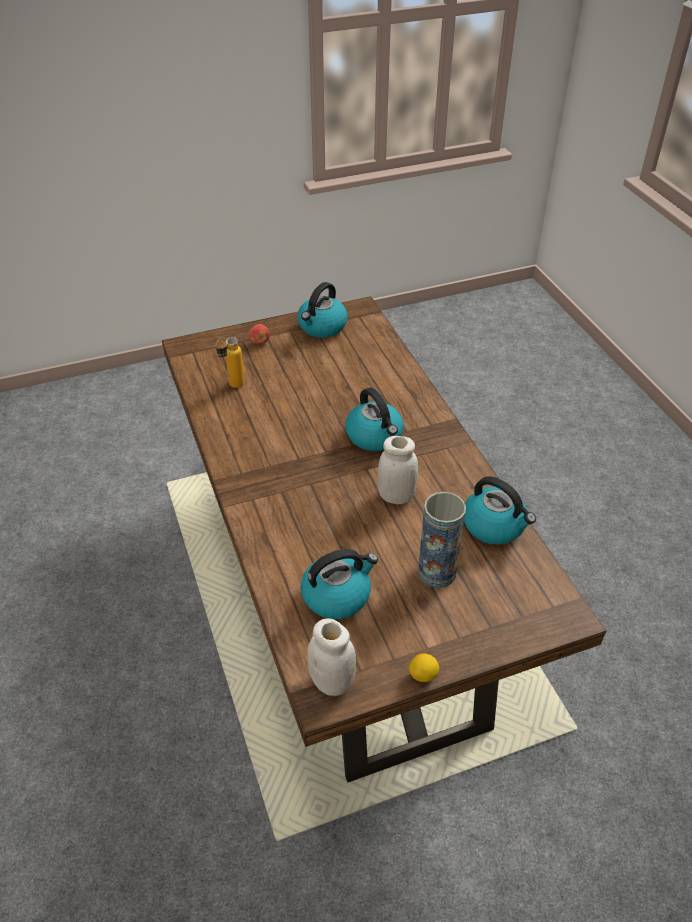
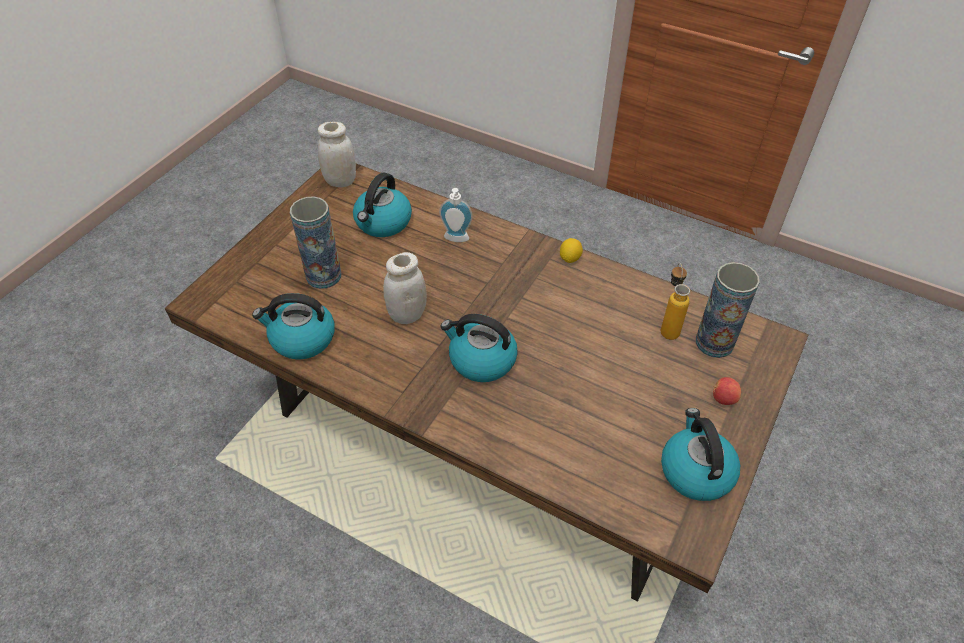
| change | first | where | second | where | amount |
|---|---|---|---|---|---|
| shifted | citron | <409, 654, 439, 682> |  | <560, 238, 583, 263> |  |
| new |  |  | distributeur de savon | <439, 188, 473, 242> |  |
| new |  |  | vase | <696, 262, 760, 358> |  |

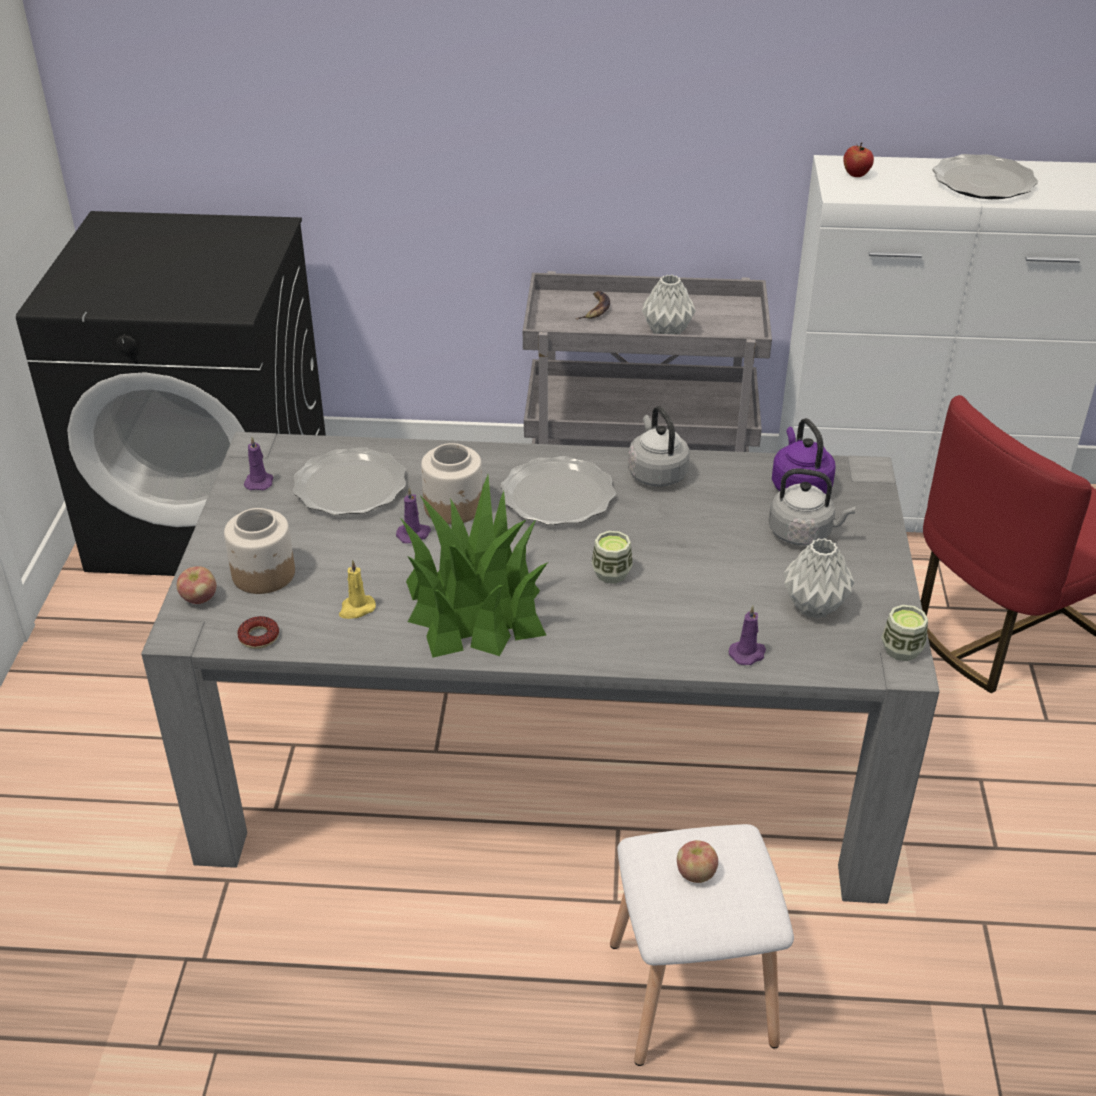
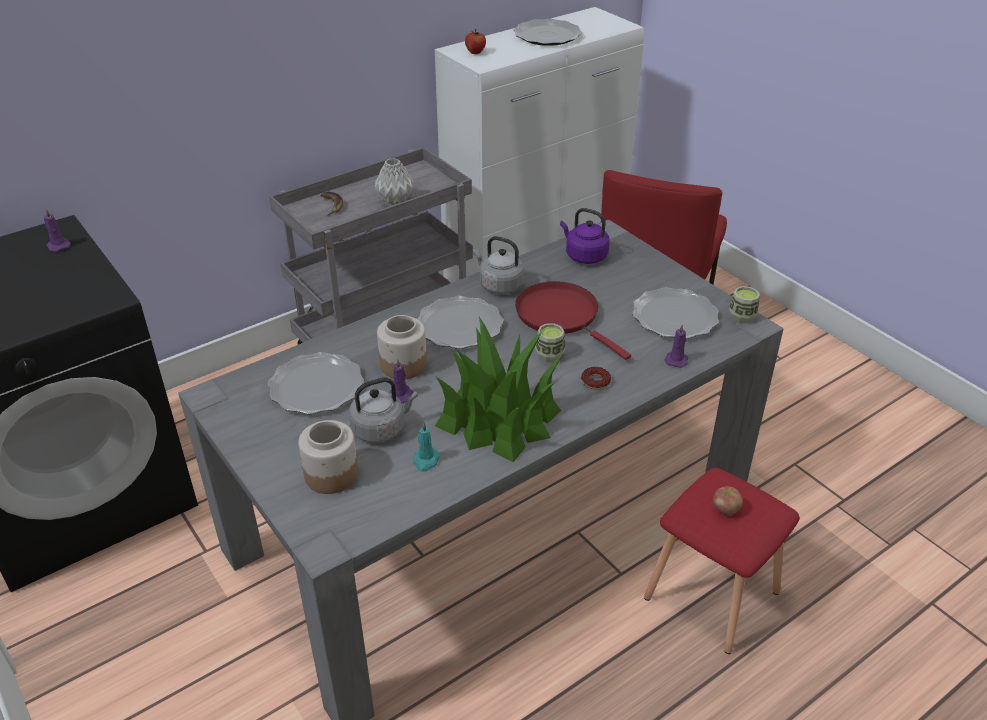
| change | first | where | second | where | amount |
|---|---|---|---|---|---|
| gone | pomme | <177, 566, 216, 604> |  |  |  |
| shifted | beignet | <237, 616, 279, 649> |  | <581, 367, 611, 390> |  |
| shifted | bougie (violet) | <244, 437, 273, 490> |  | <44, 209, 71, 252> |  |
| repainted | bougie (jaune) | <339, 559, 376, 619> | bougie (turquoise) | <413, 423, 440, 472> |  |
| repainted | tabouret (blanc) | <610, 824, 794, 1066> | tabouret (rouge) | <644, 468, 800, 654> |  |
| shifted | bouilloire (gris) | <769, 468, 855, 546> |  | <349, 378, 418, 442> |  |
| swapped | vase (gris) | <784, 538, 854, 619> | assiette | <632, 287, 719, 339> |  |
| new |  |  | poêle (rouge) | <515, 281, 631, 360> |  |

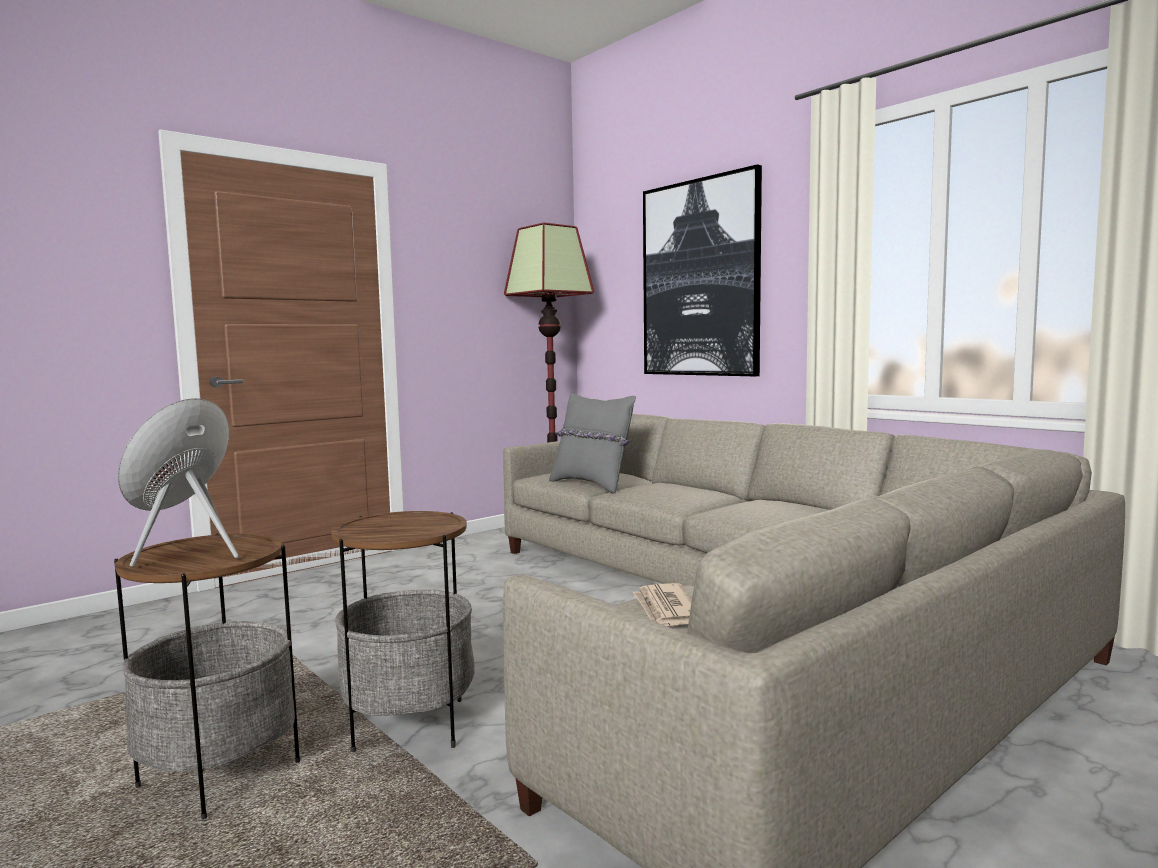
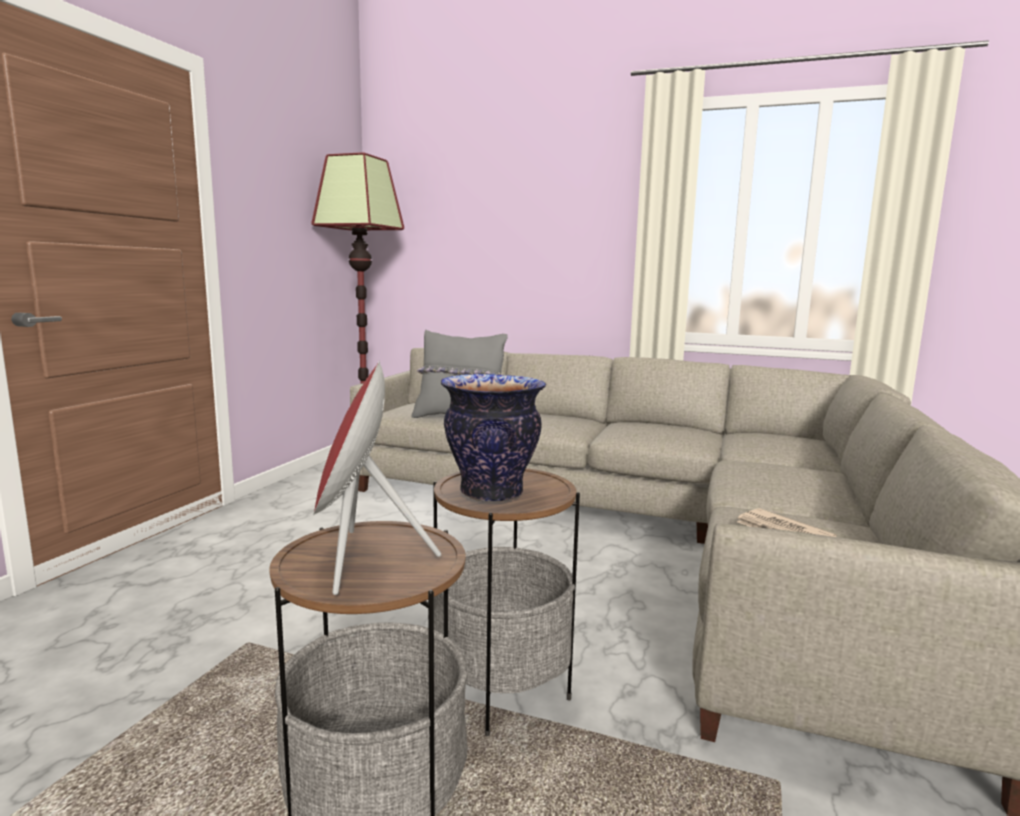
| change | first | where | second | where | amount |
|---|---|---|---|---|---|
| gone | tableau | <643, 164, 762, 376> |  |  |  |
| new |  |  | vase | <441, 374, 546, 502> |  |

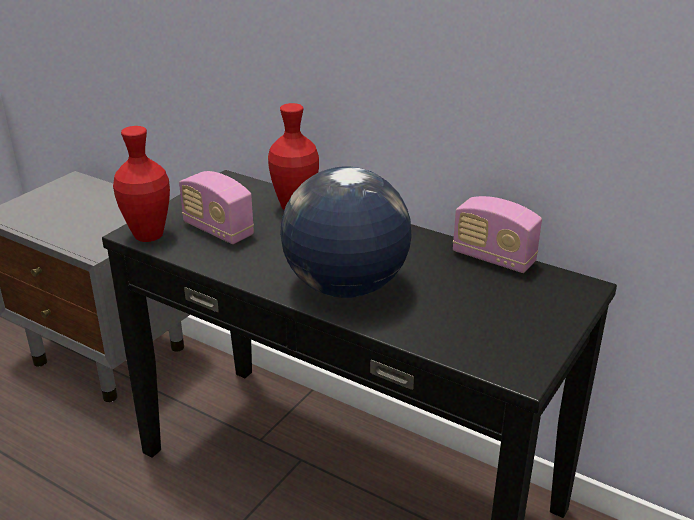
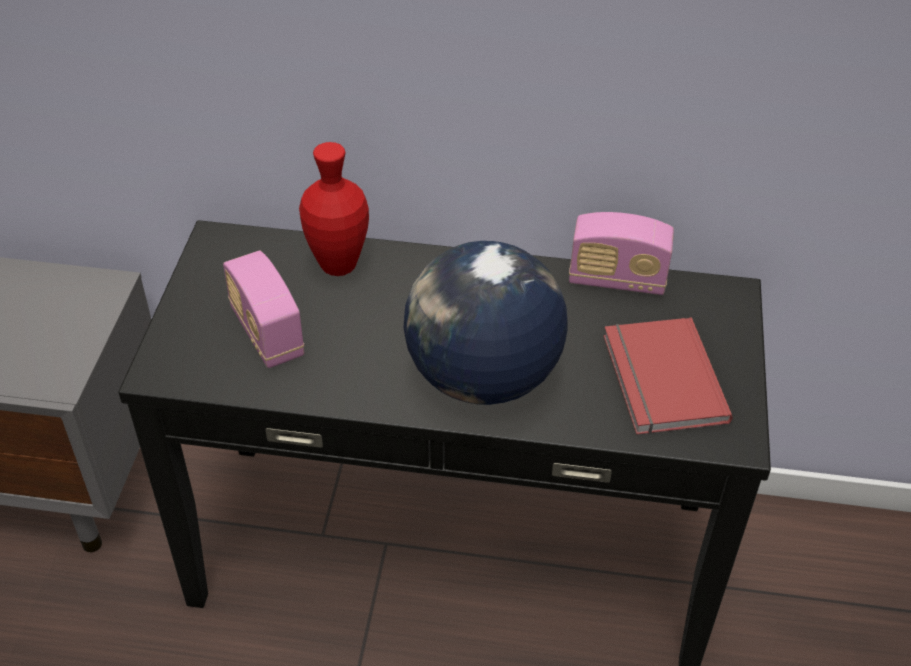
| change | first | where | second | where | amount |
|---|---|---|---|---|---|
| gone | vase (rouge) | <113, 126, 170, 242> |  |  |  |
| rotated | radio | <179, 171, 254, 244> |  | <223, 251, 304, 368> | 45 degrees clockwise |
| new |  |  | livre (rouge) | <603, 317, 733, 435> |  |

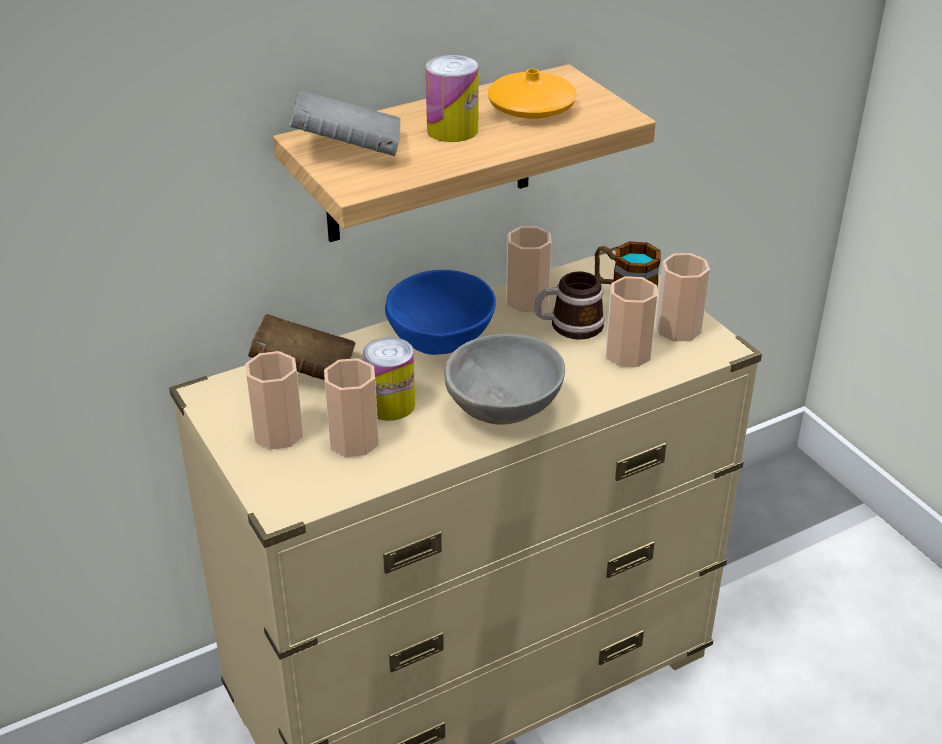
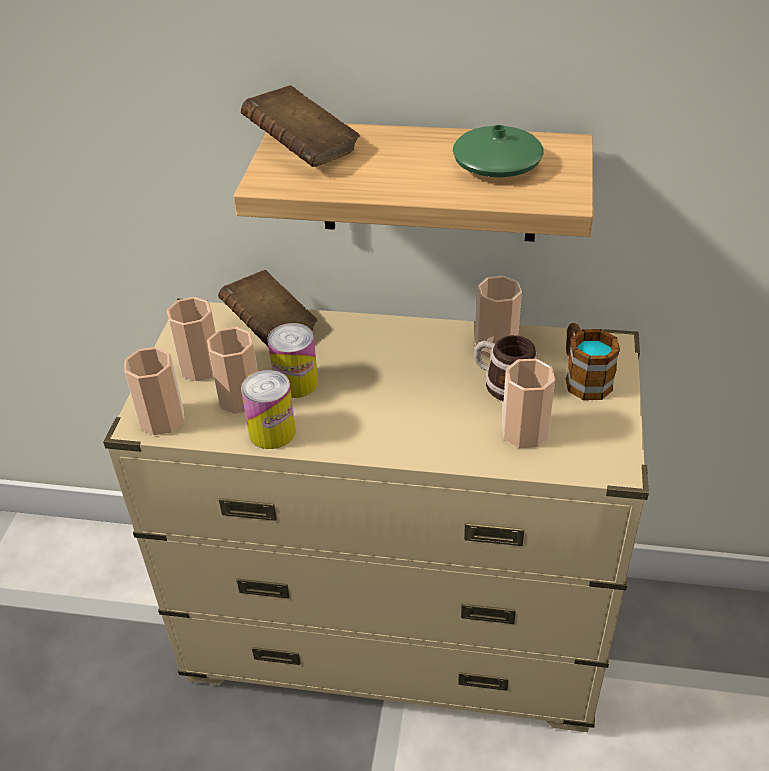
| change | first | where | second | where | amount |
|---|---|---|---|---|---|
| repainted | livre (gris) | <290, 90, 401, 156> | livre (marron) | <241, 85, 360, 167> |  |
| gone | bol (bleu) | <385, 270, 496, 355> |  |  |  |
| shifted | boîte métallique | <426, 55, 479, 142> |  | <241, 370, 296, 449> |  |
| gone | bol (gris) | <444, 334, 565, 425> |  |  |  |
| repainted | vase (orange) | <488, 69, 577, 119> | vase (vert) | <453, 125, 544, 177> |  |
| shifted | tasse | <656, 253, 710, 342> |  | <124, 347, 184, 435> |  |

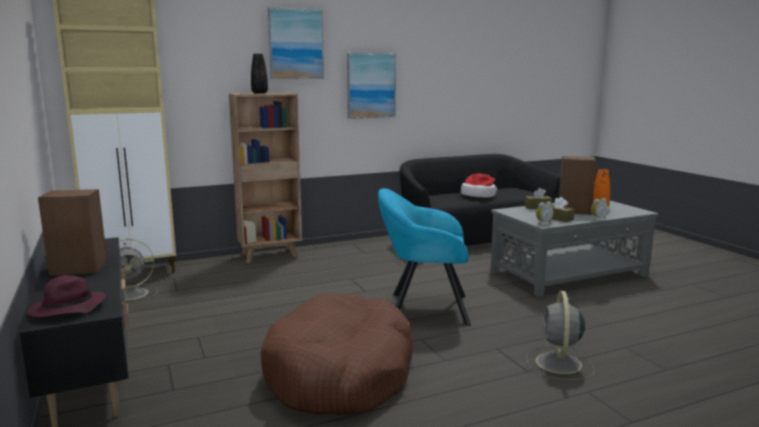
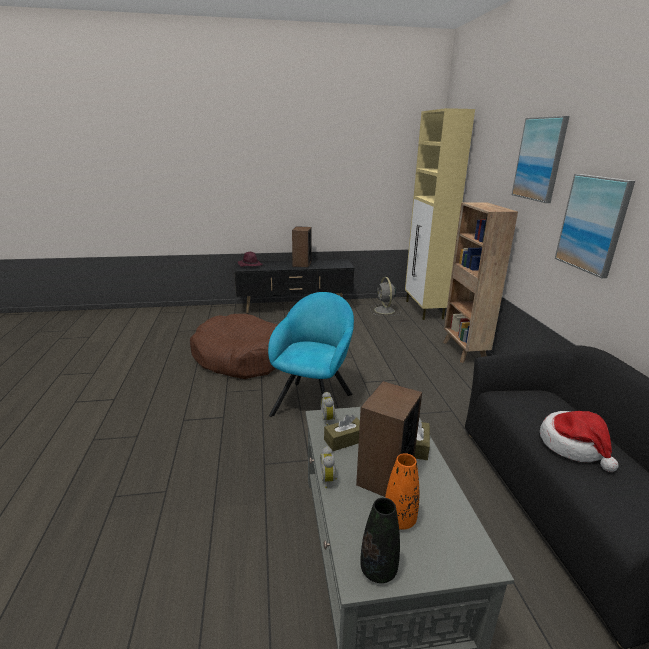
| change | first | where | second | where | amount |
|---|---|---|---|---|---|
| shifted | vase (noir) | <251, 54, 268, 93> |  | <360, 498, 400, 583> |  |
| gone | ventilateur (gris) | <526, 291, 595, 380> |  |  |  |

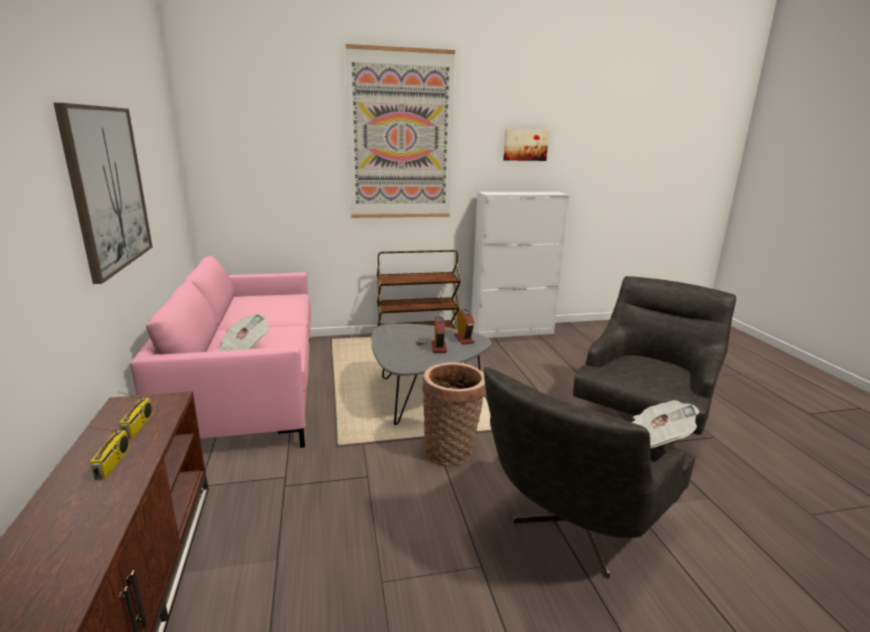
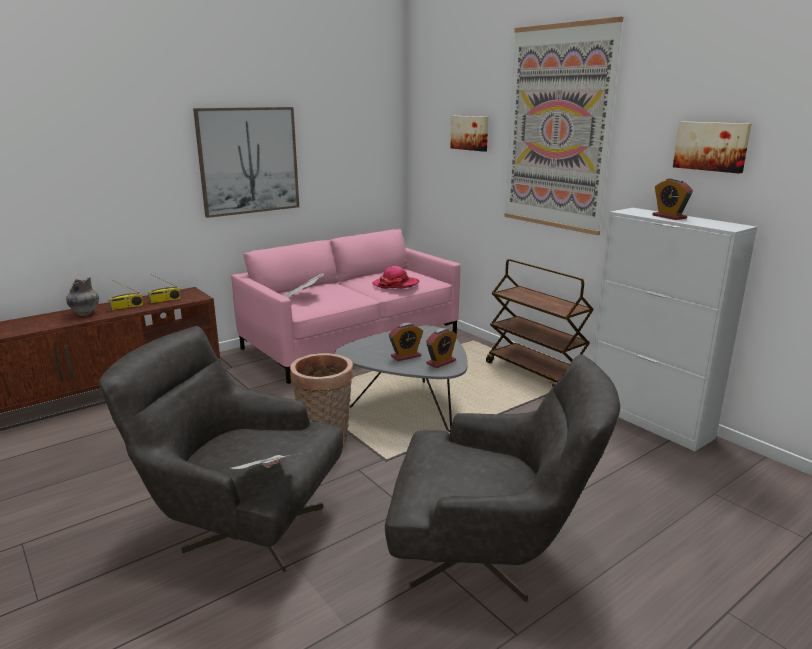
| change | first | where | second | where | amount |
|---|---|---|---|---|---|
| new |  |  | vase (gris) | <66, 277, 99, 316> |  |
| new |  |  | chapeau | <372, 266, 419, 289> |  |
| new |  |  | tableau | <451, 116, 488, 152> |  |
| new |  |  | réveil | <652, 178, 693, 220> |  |

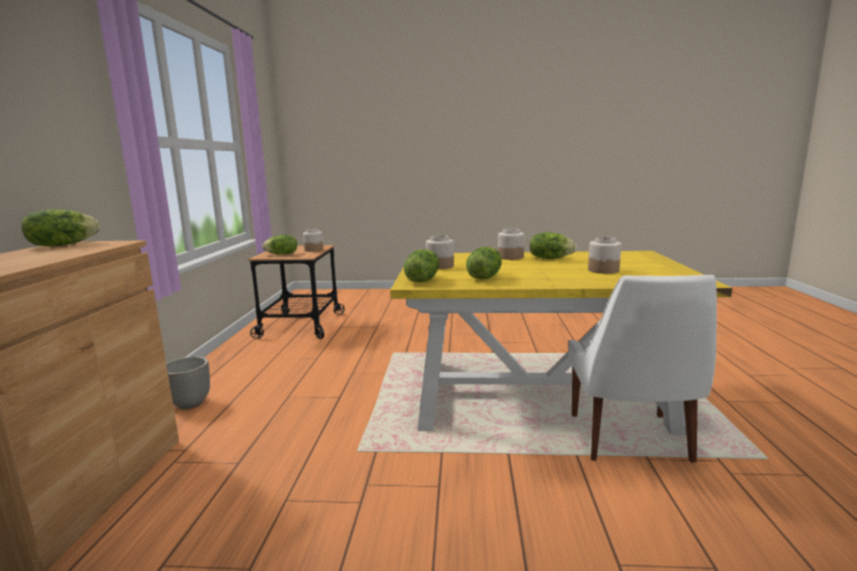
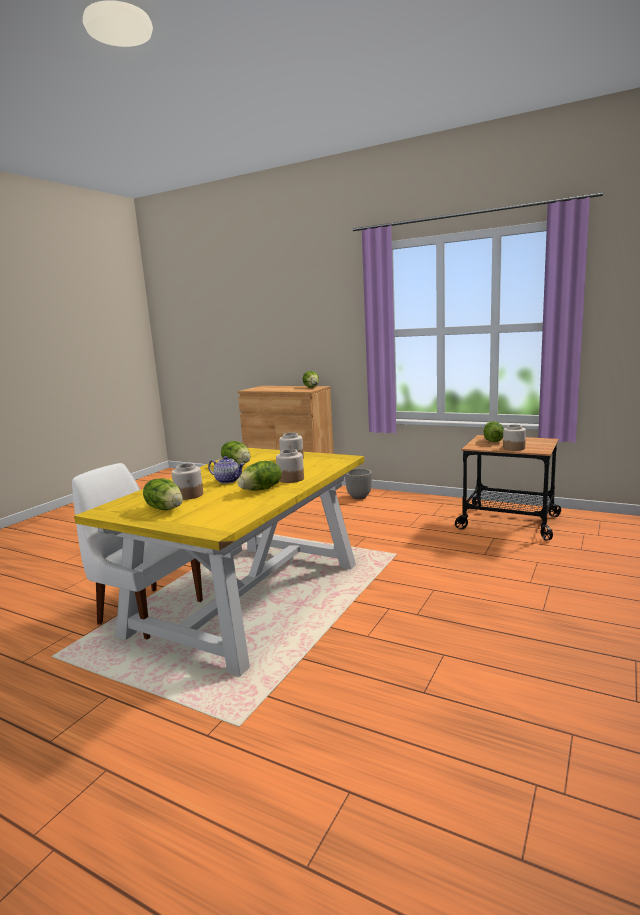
| change | first | where | second | where | amount |
|---|---|---|---|---|---|
| shifted | laitue | <404, 249, 439, 282> |  | <143, 478, 183, 510> |  |
| new |  |  | théière | <208, 456, 245, 484> |  |

